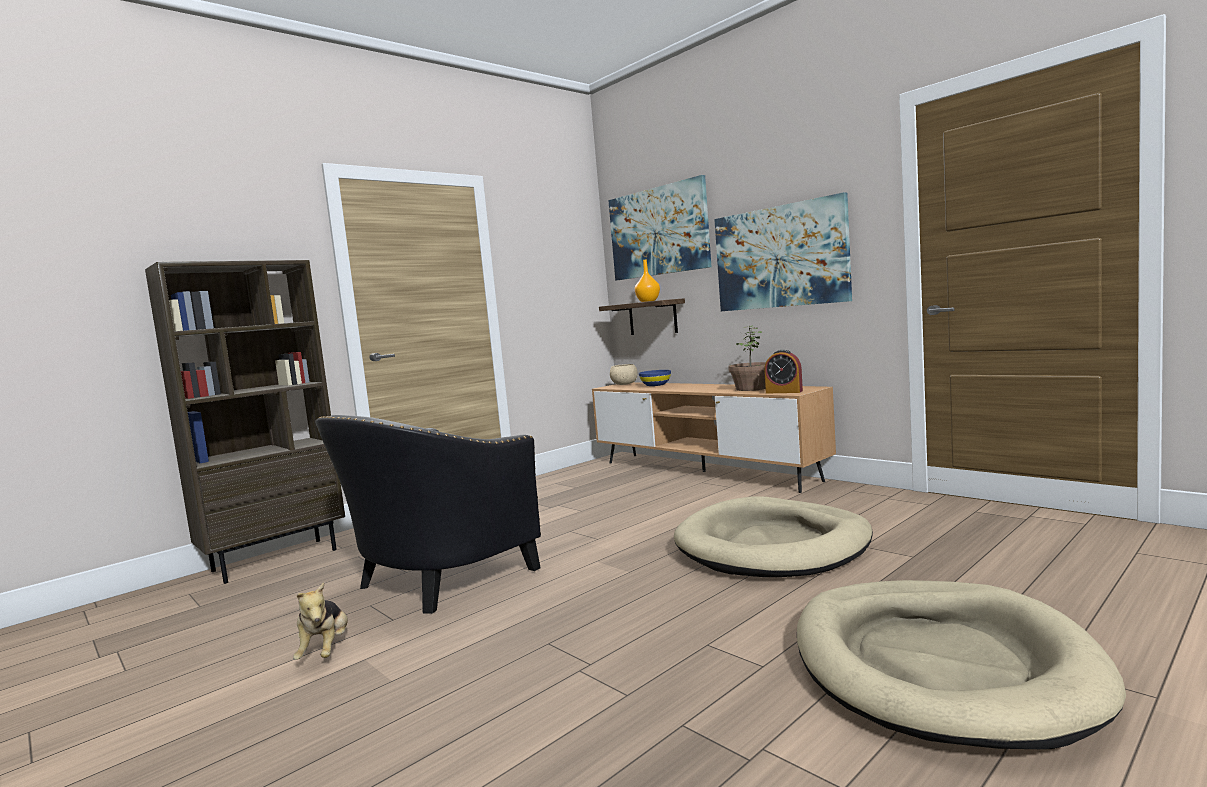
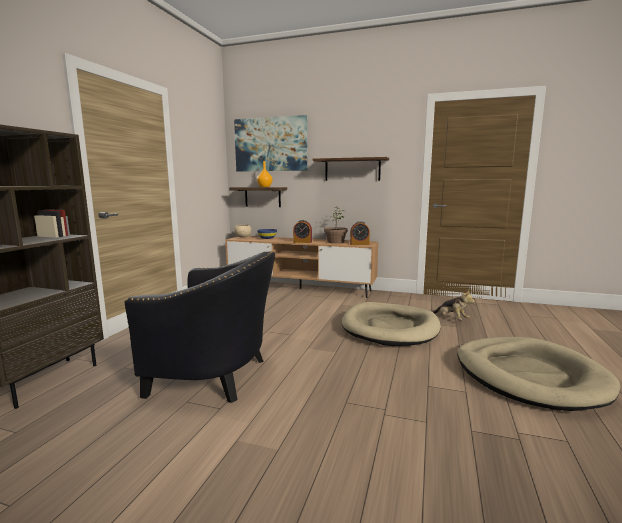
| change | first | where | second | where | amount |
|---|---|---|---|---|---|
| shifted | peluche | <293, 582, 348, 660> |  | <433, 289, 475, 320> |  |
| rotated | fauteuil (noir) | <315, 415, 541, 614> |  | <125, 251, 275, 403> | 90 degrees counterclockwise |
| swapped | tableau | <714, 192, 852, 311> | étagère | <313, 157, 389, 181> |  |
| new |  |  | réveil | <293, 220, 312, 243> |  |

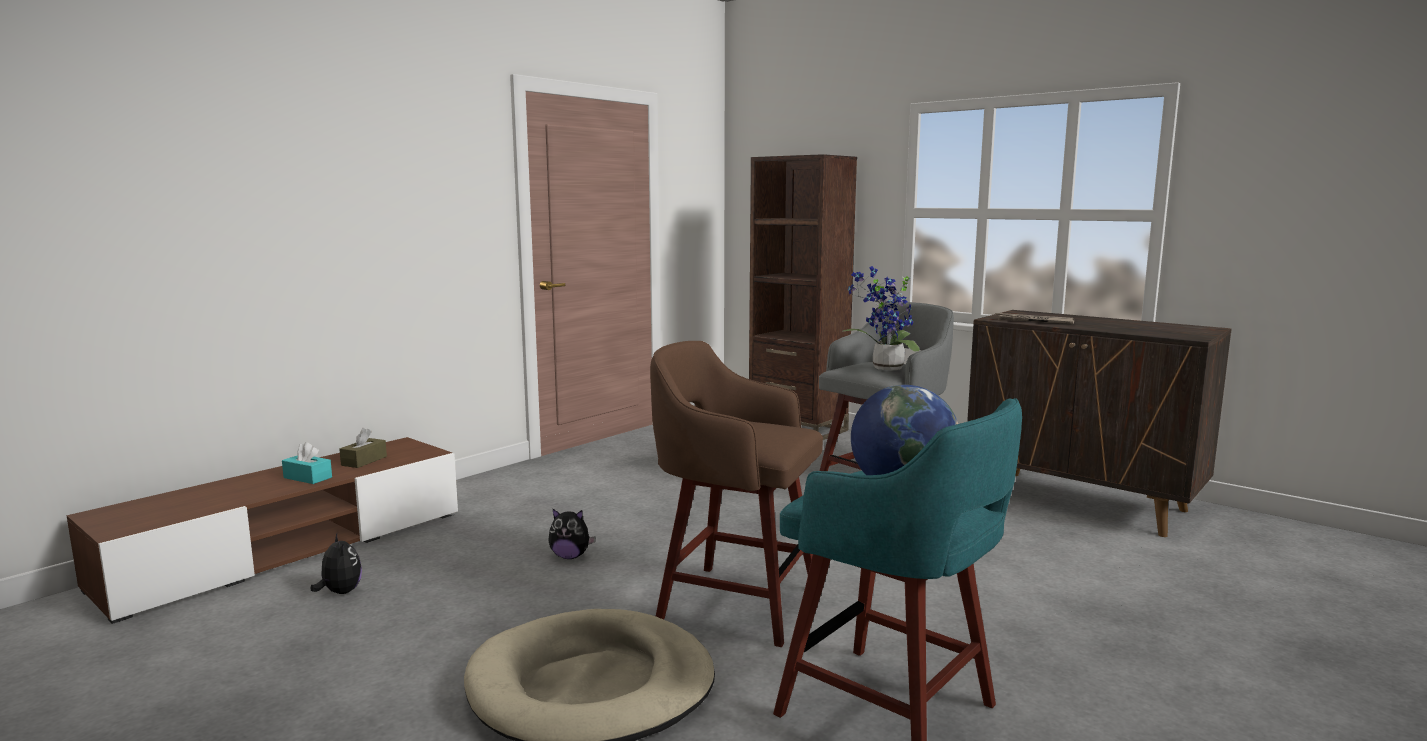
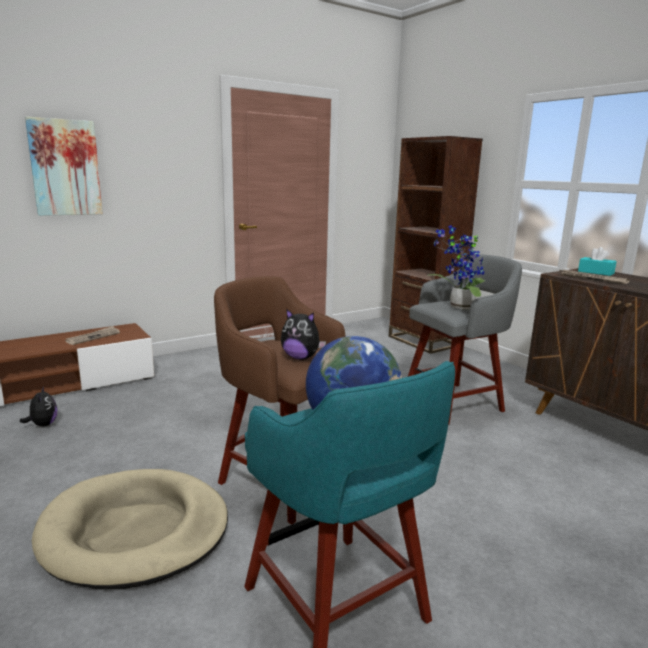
| change | first | where | second | where | amount |
|---|---|---|---|---|---|
| shifted | boîte à mouchoirs (turquoise) | <282, 442, 332, 484> |  | <578, 247, 617, 276> |  |
| swapped | boîte à mouchoirs (marron) | <339, 428, 387, 468> | journal | <65, 326, 120, 345> |  |
| shifted | peluche | <548, 509, 596, 559> |  | <281, 309, 326, 360> |  |
| new |  |  | tableau | <25, 117, 103, 216> |  |

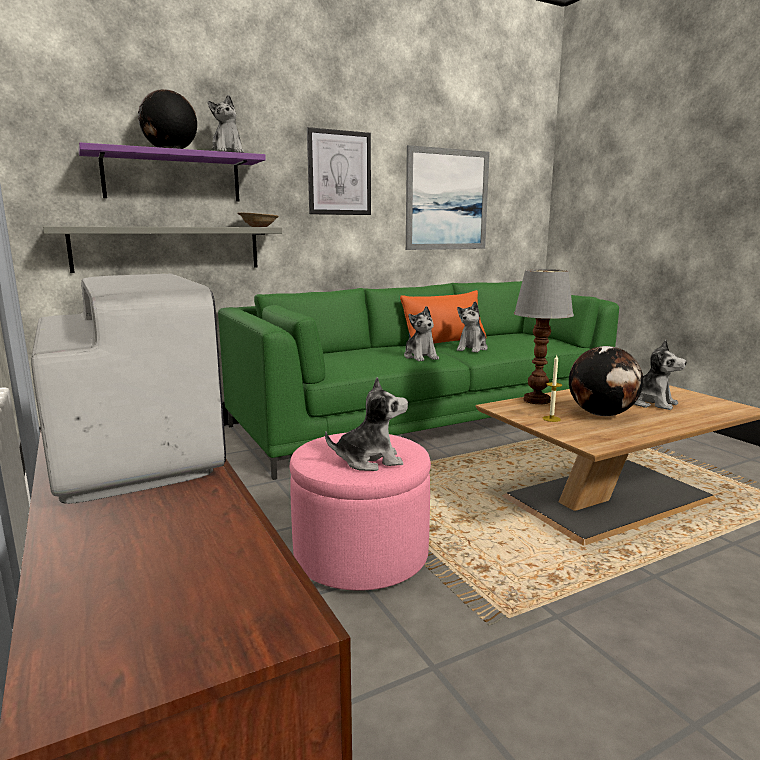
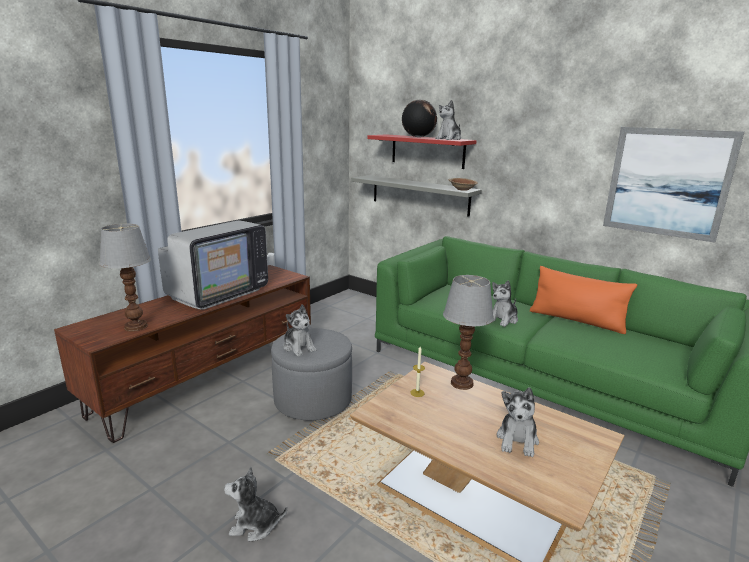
| change | first | where | second | where | amount |
|---|---|---|---|---|---|
| repainted | étagère (violet) | <78, 142, 266, 201> | étagère (rouge) | <367, 134, 477, 169> |  |
| repainted | pouf (rose) | <290, 433, 431, 591> | pouf (gris) | <271, 328, 352, 420> |  |
| gone | tableau | <307, 127, 371, 215> |  |  |  |
| shifted | peluche | <457, 301, 488, 352> |  | <224, 467, 287, 542> |  |
| gone | globe | <569, 346, 643, 416> |  |  |  |
| new |  |  | lampe de table | <99, 224, 151, 332> |  |

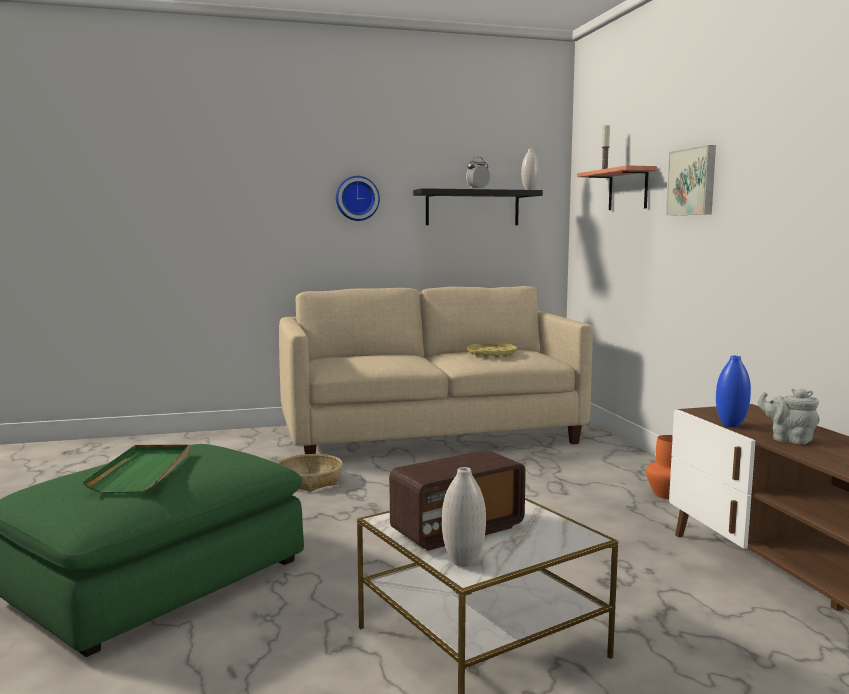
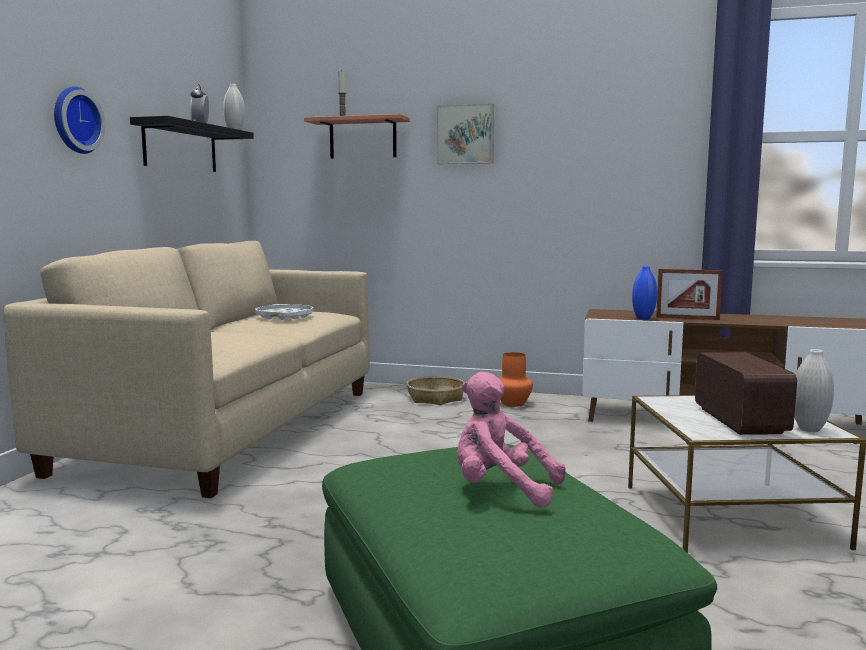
| change | first | where | second | where | amount |
|---|---|---|---|---|---|
| swapped | plateau (vert) | <83, 445, 190, 493> | peluche (rose) | <457, 371, 565, 507> |  |
| shifted | panier | <277, 454, 343, 492> |  | <407, 376, 465, 405> |  |
| repainted | plateau (jaune) | <467, 343, 517, 358> | plateau (blanc) | <255, 304, 314, 320> |  |
| swapped | théière (gris) | <758, 388, 820, 444> | cadre photo | <656, 269, 723, 320> |  |

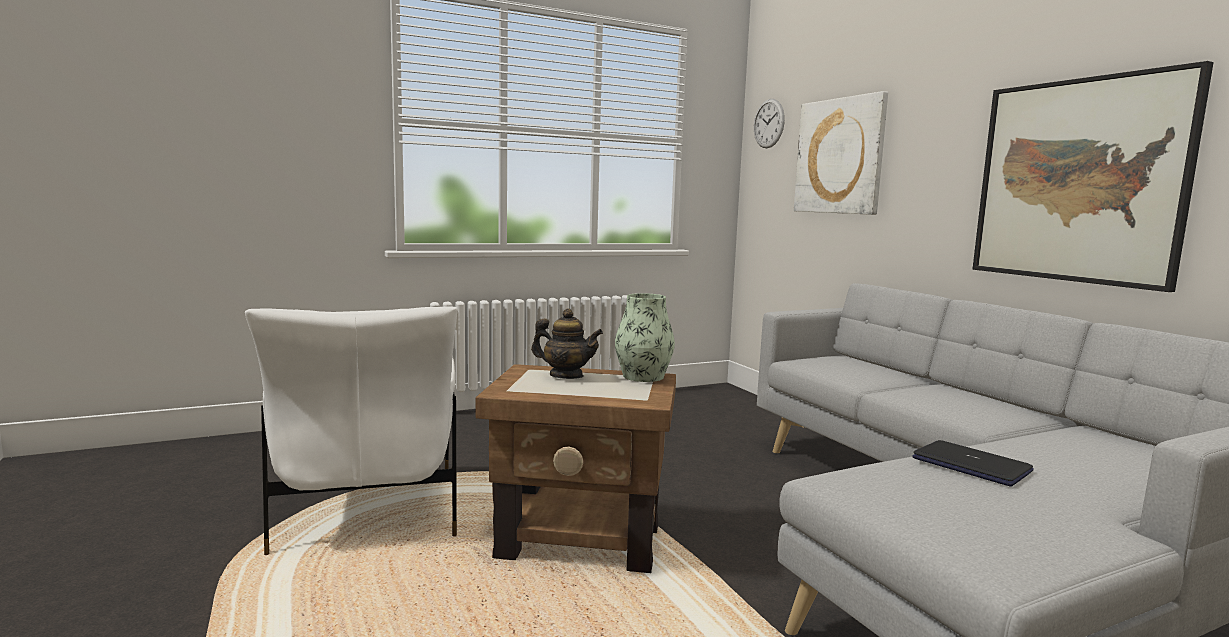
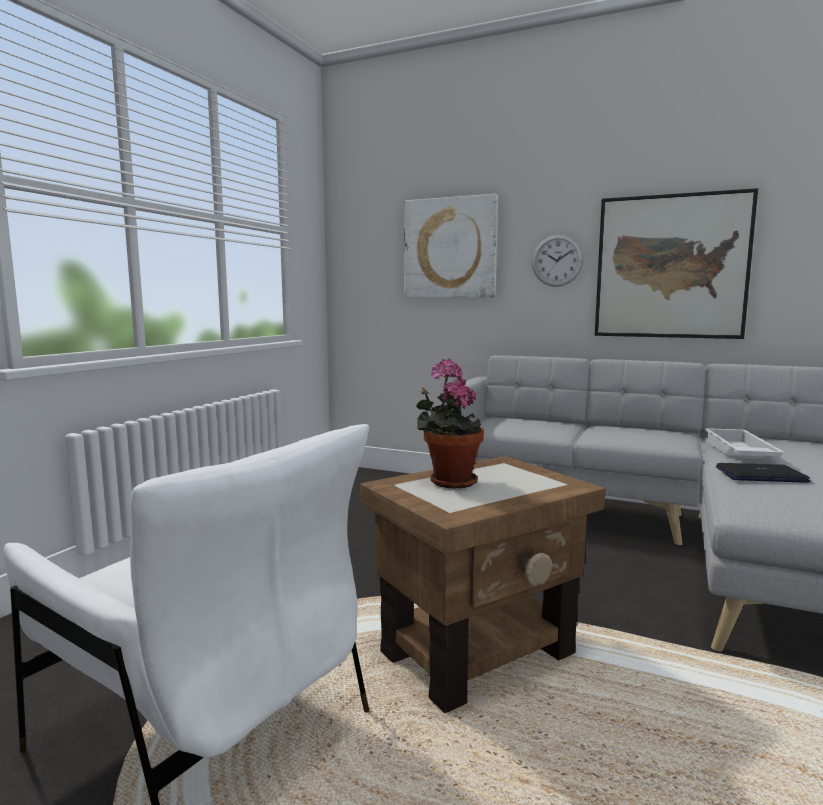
| change | first | where | second | where | amount |
|---|---|---|---|---|---|
| swapped | théière | <531, 309, 603, 379> | plante en pot | <416, 359, 484, 489> |  |
| gone | vase | <615, 293, 675, 382> |  |  |  |
| shifted | horloge murale | <754, 99, 785, 148> |  | <532, 235, 584, 287> |  |
| new |  |  | plateau (blanc) | <704, 428, 785, 456> |  |

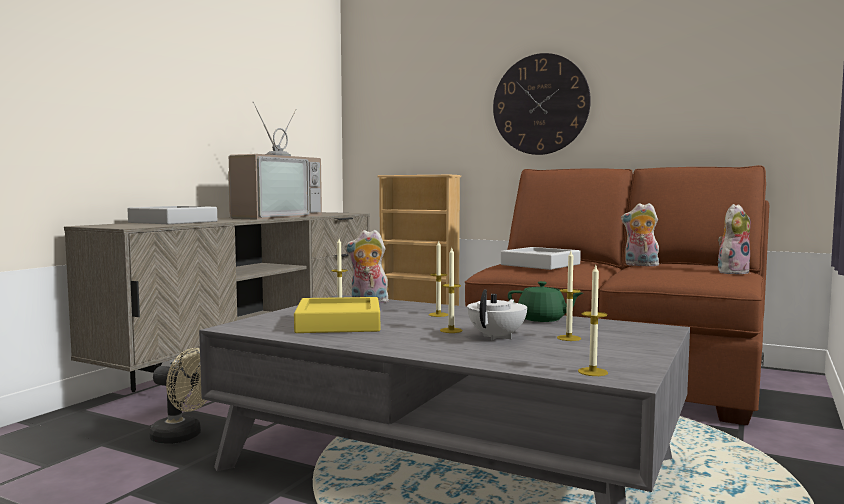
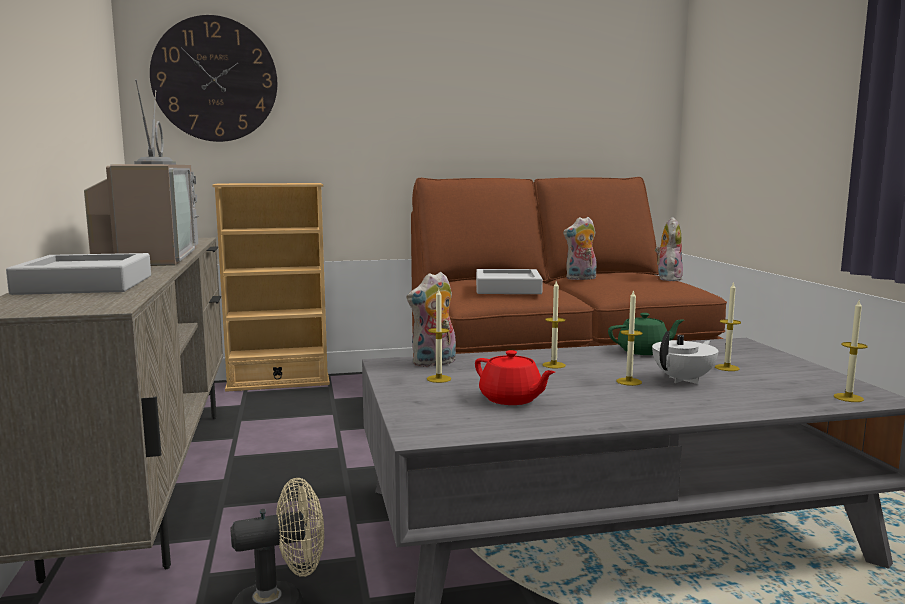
| change | first | where | second | where | amount |
|---|---|---|---|---|---|
| swapped | plateau (jaune) | <294, 297, 380, 333> | théière (rouge) | <475, 350, 555, 405> |  |
| rotated | théière (blanc) | <467, 290, 527, 340> |  | <652, 331, 718, 384> | 60 degrees clockwise |
| shifted | horloge murale | <493, 53, 591, 155> |  | <150, 15, 277, 142> |  |

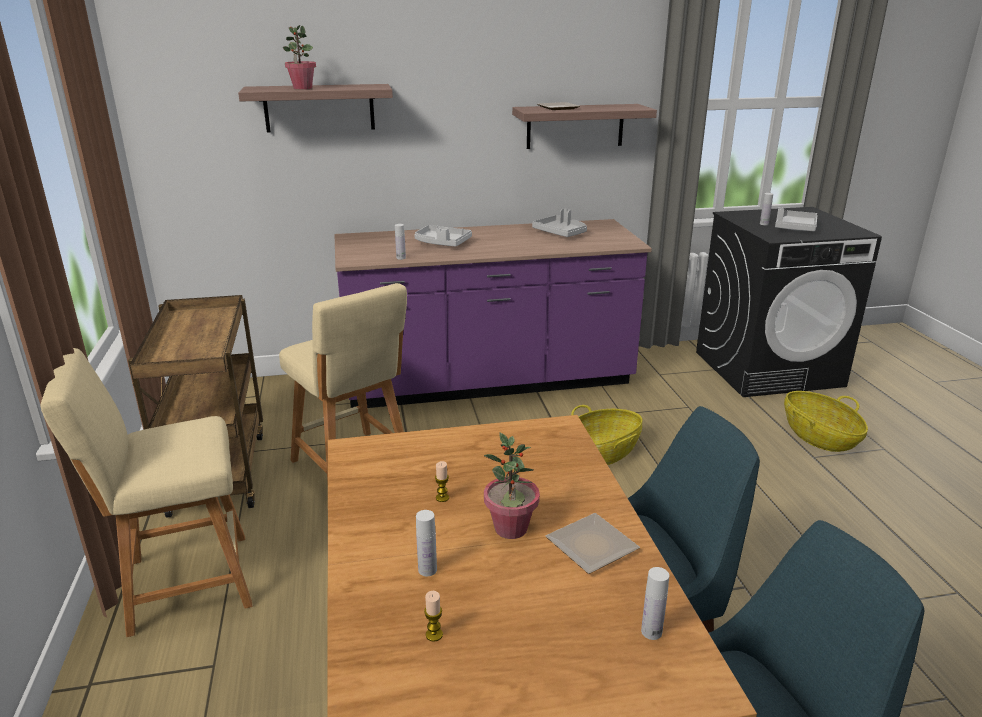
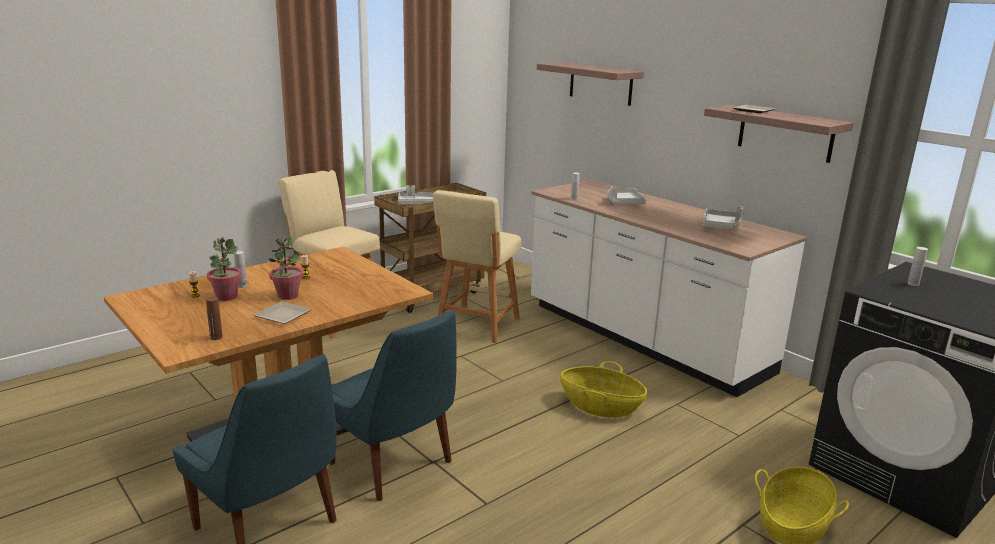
| change | first | where | second | where | amount |
|---|---|---|---|---|---|
| shifted | plante en pot | <283, 25, 316, 89> |  | <207, 237, 242, 301> |  |
| repainted | comptoir de cuisine (violet) | <335, 219, 652, 408> | comptoir de cuisine (blanc) | <531, 180, 807, 397> |  |
| repainted | bouteille (blanc) | <641, 567, 669, 640> | bouteille (marron) | <206, 297, 223, 340> |  |
| shifted | plateau (gris) | <775, 207, 818, 231> |  | <398, 185, 433, 205> |  |

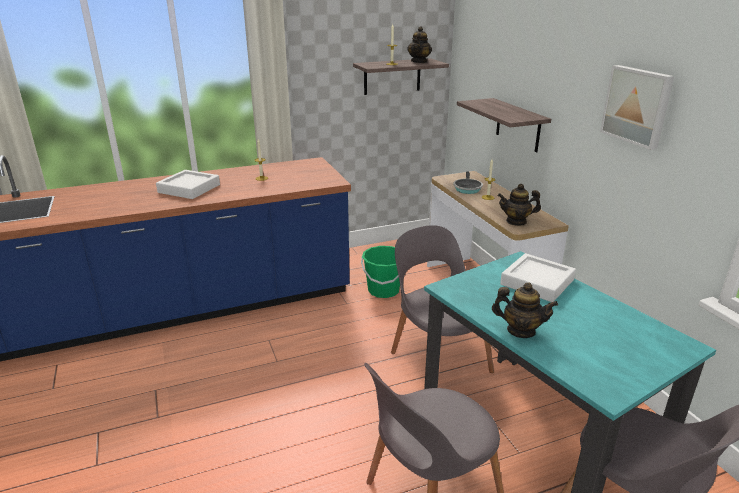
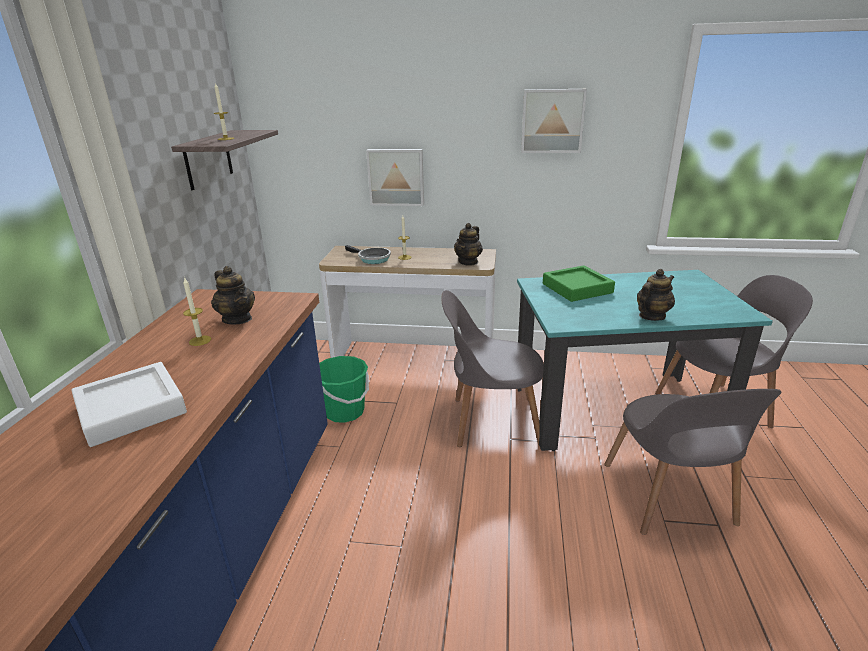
| change | first | where | second | where | amount |
|---|---|---|---|---|---|
| shifted | théière | <407, 26, 432, 63> |  | <211, 266, 255, 324> |  |
| swapped | étagère | <457, 98, 551, 153> | tableau | <366, 149, 424, 206> |  |
| repainted | plateau (blanc) | <500, 253, 576, 302> | plateau (vert) | <543, 265, 615, 302> |  |

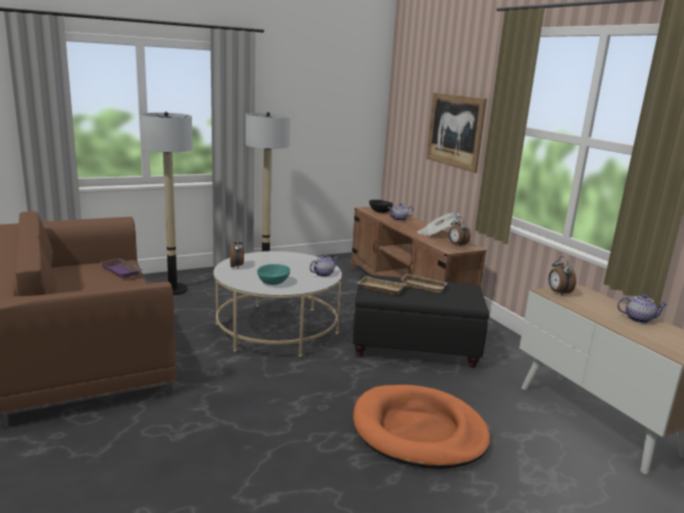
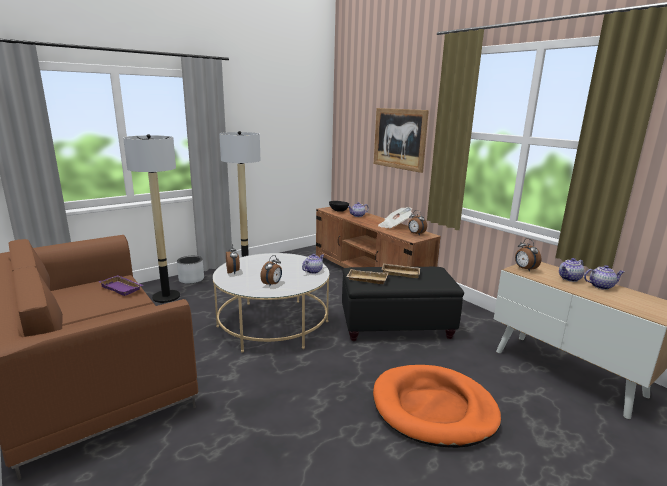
| change | first | where | second | where | amount |
|---|---|---|---|---|---|
| swapped | bol (turquoise) | <257, 264, 290, 285> | réveil | <260, 255, 282, 287> |  |
| new |  |  | cache-pot (gris) | <177, 256, 204, 284> |  |
| new |  |  | théière | <559, 258, 584, 282> |  |

